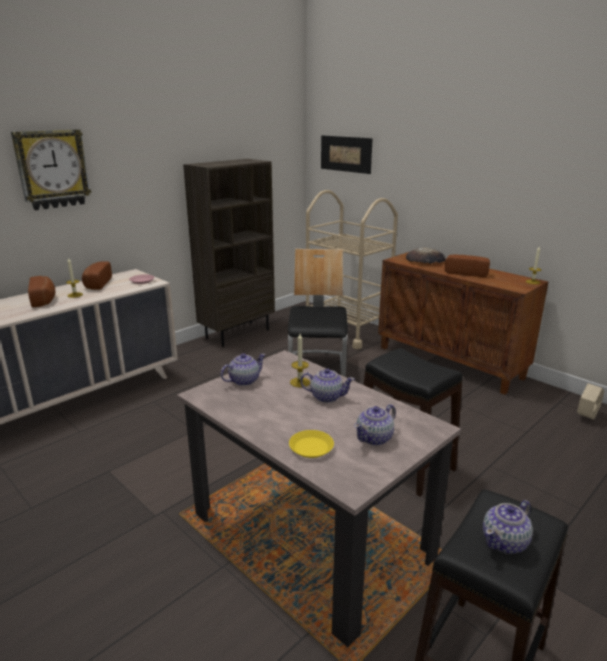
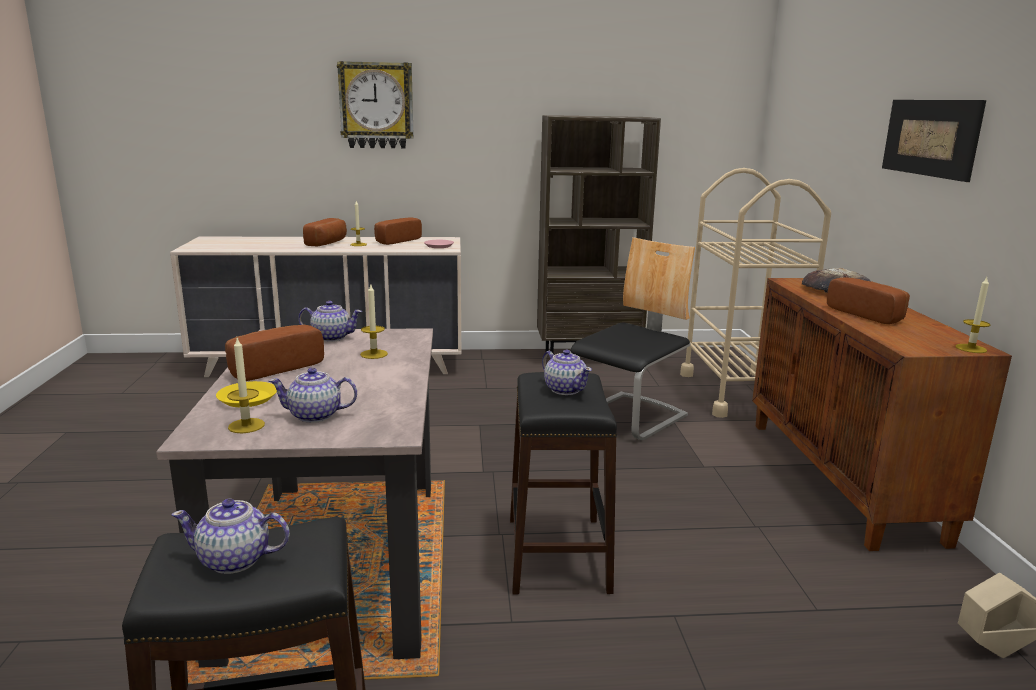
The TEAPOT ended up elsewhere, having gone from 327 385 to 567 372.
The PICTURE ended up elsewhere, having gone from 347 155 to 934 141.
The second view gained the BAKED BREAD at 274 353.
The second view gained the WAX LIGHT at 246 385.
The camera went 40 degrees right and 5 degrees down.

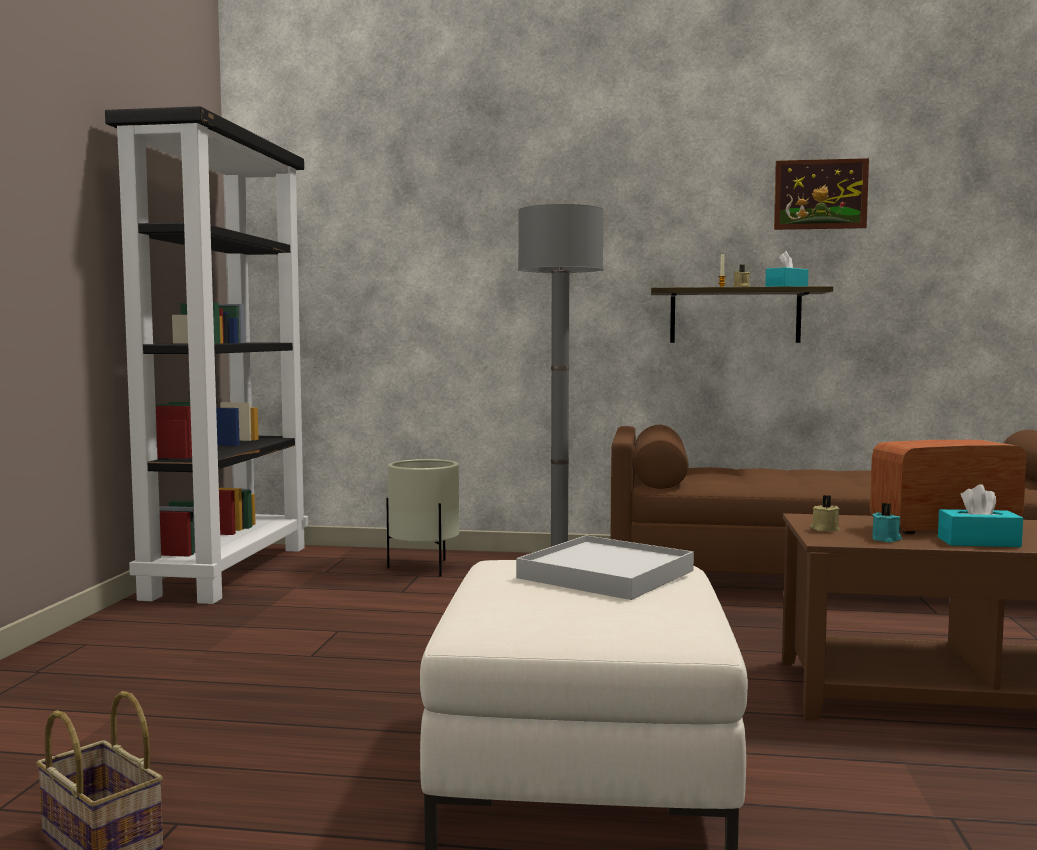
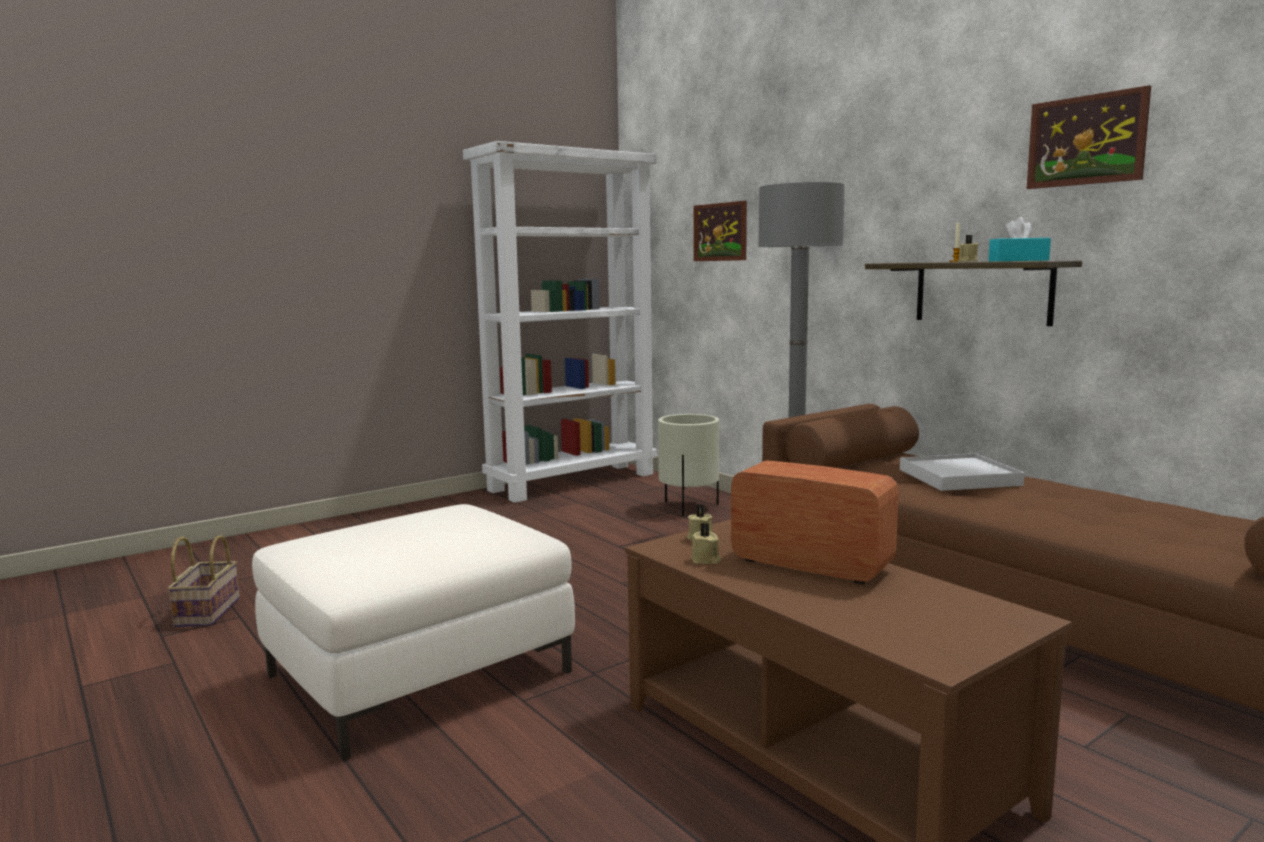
What was the BLACK-COLOURED SHELVING UNIT at 206 355 turned into the WHITISH SHELVING UNIT at 560 322.
The WHITISH TRAY ended up elsewhere, having gone from 605 567 to 962 472.
What was the TURQUOISE-COLOURED WAX LIGHT at 887 523 turned into the SAND-COLOURED WAX LIGHT at 706 543.
The second view lost the TURQUOISE-COLOURED BOX OF TISSUES at 980 515.
The second view gained the PICTURE at 720 231.
The camera went 45 degrees right and 5 degrees up.

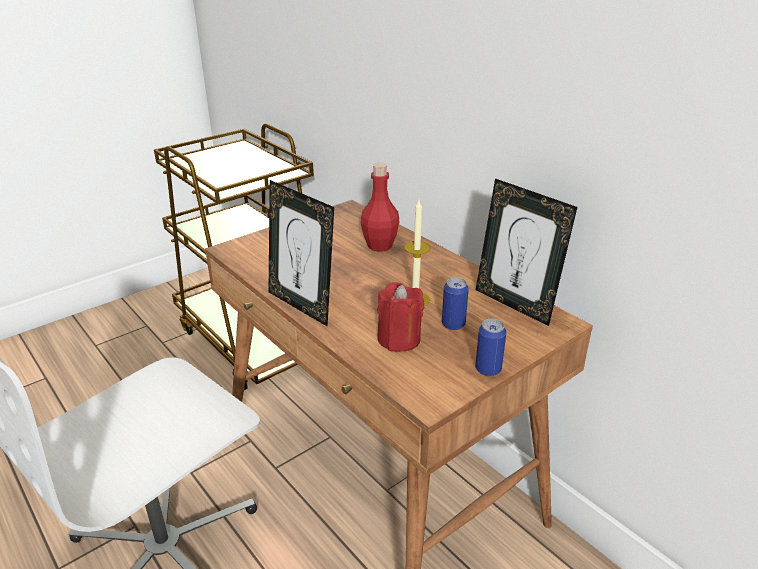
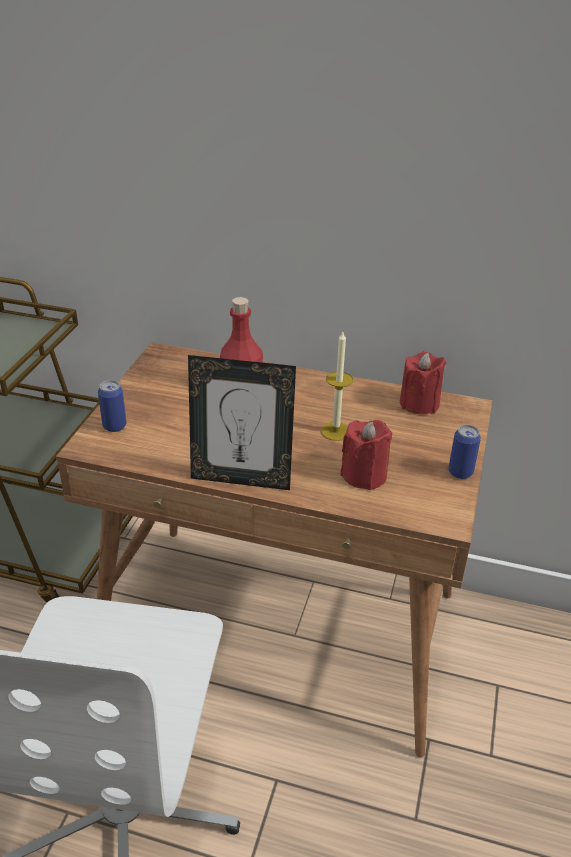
The CAN ended up elsewhere, having gone from 455 303 to 112 406.
Where the PHOTO FRAME stood at 526 252, the REDDISH WAX LIGHT came to stand at 423 383.
The camera went 35 degrees left and 5 degrees up.

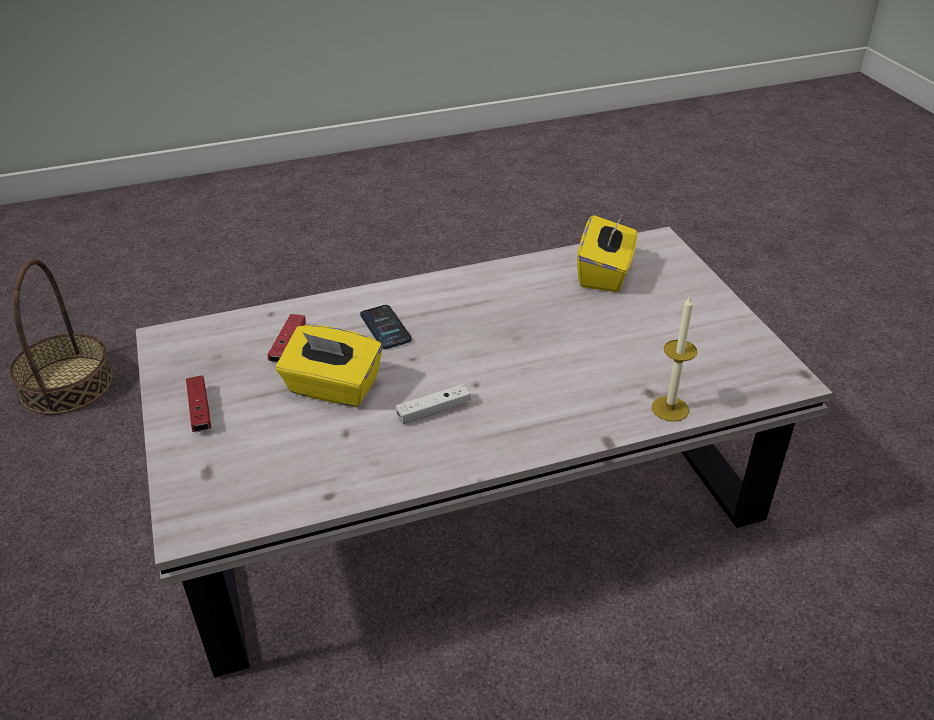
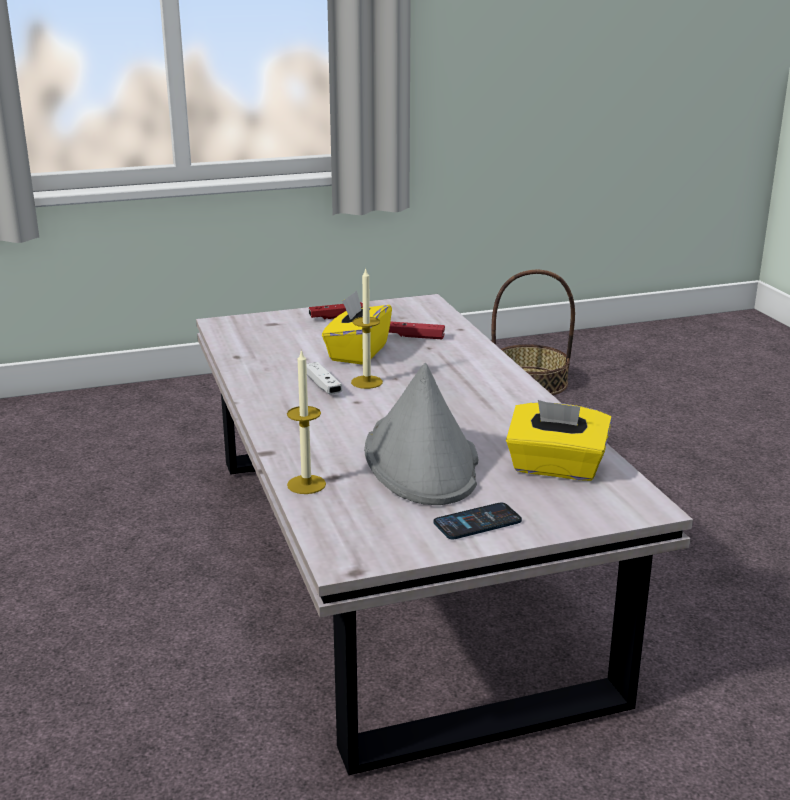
The PHONE ended up elsewhere, having gone from 386 327 to 478 520.
The second view gained the WAX LIGHT at 367 328.
The second view gained the GRAY HAT at 421 434.
The camera went 90 degrees right and 15 degrees down.

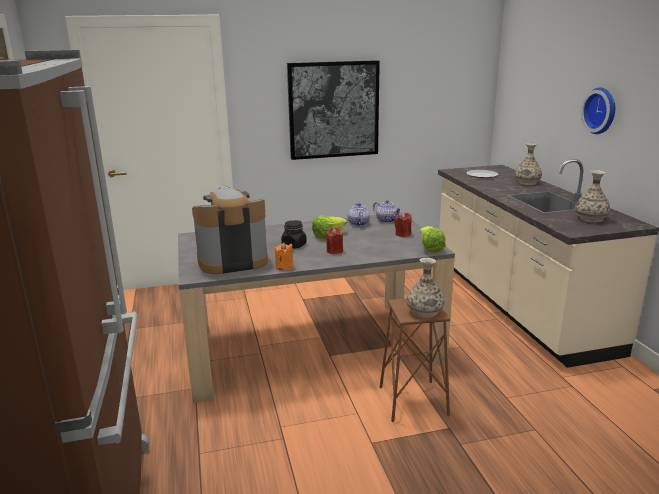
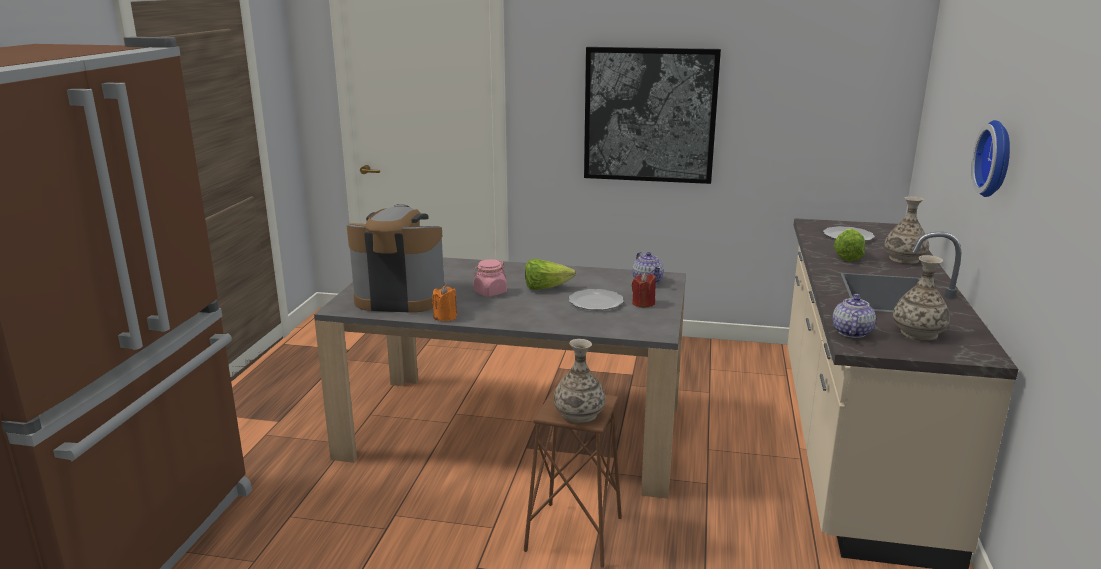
What was the BLACK-COLOURED PRESERVE JAR at 294 234 turned into the PINKISH PRESERVE JAR at 490 278.
The second view lost the REDDISH WAX LIGHT at 334 240.
The TEAPOT ended up elsewhere, having gone from 359 214 to 854 316.
The HEAD OF LETTUCE ended up elsewhere, having gone from 433 239 to 849 245.
The second view gained the FLAT DISH at 596 299.
The camera went 25 degrees right and 0 degrees up.

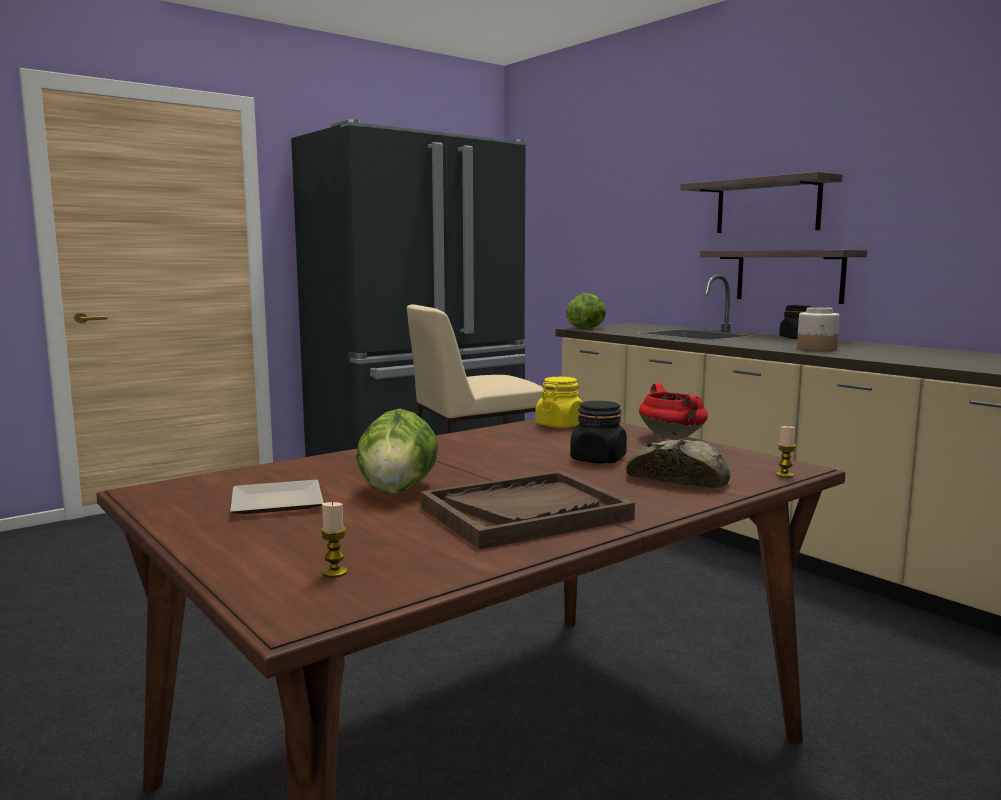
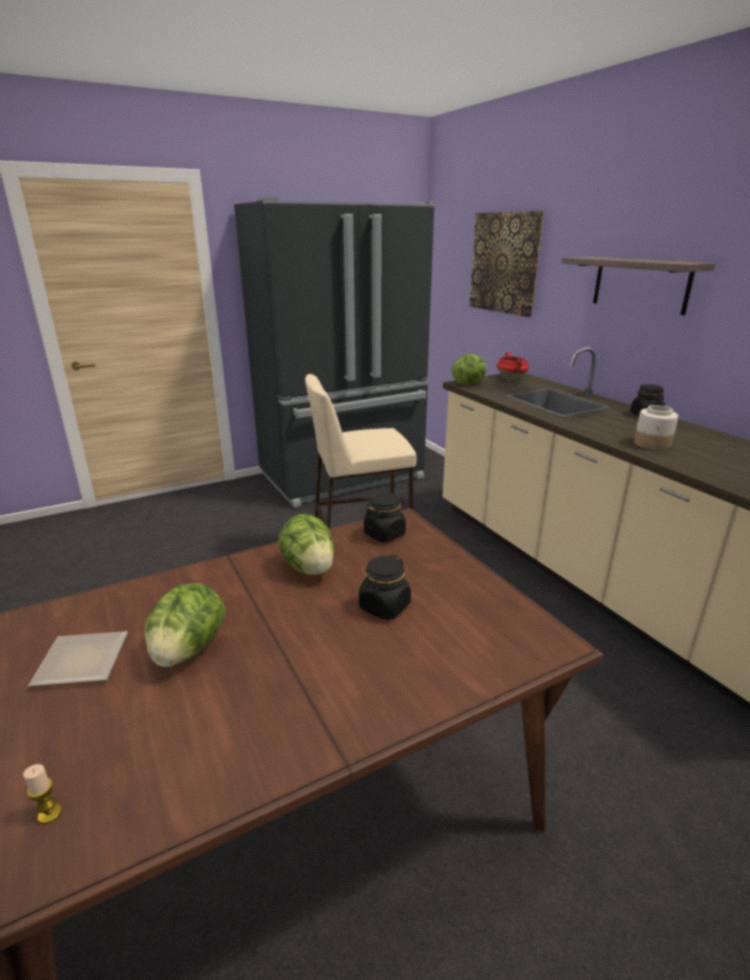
The second view lost the BROWN-COLOURED TRAY at 527 510.
What was the YELLOW-COLOURED PRESERVE JAR at 558 402 turned into the BLACK-COLOURED PRESERVE JAR at 385 517.
The second view lost the BAKED BREAD at 678 464.
The REDDISH COOKING POT ended up elsewhere, having gone from 673 411 to 513 365.
The second view lost the BRACKET SHELF at 783 277.
The second view lost the WAX LIGHT at 786 452.
The second view gained the HEAD OF LETTUCE at 306 544.
The second view gained the PICTURE at 506 264.
The camera went 10 degrees right and 15 degrees up.

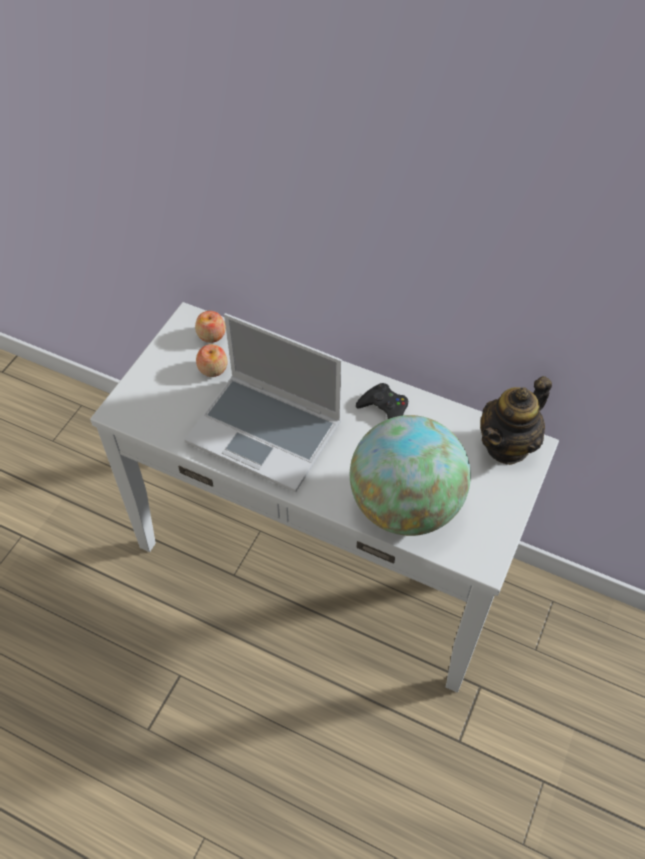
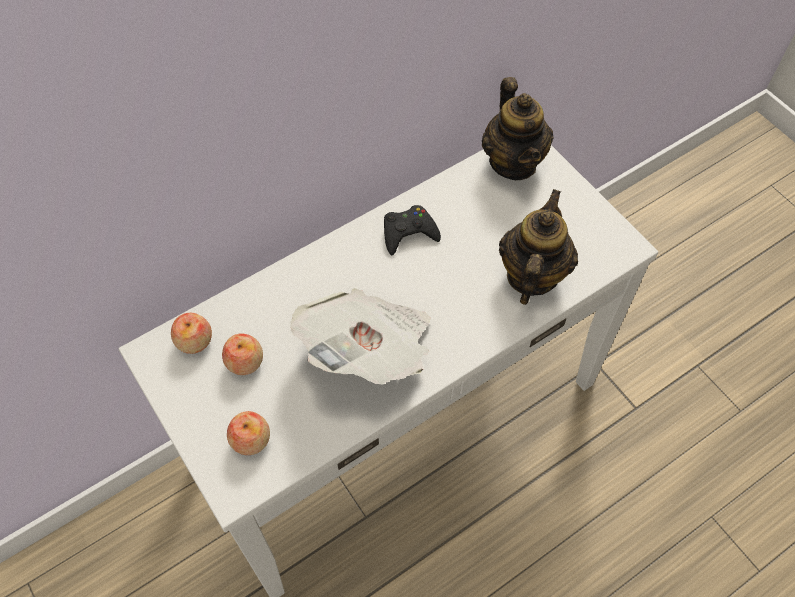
Where the PORTABLE COMPUTER stood at 263 402, the PRINTED PAPER came to stand at 360 336.
Where the WORLD GLOBE stood at 410 475, the TEAPOT came to stand at 538 247.
The second view gained the WHOLE APPLE at 248 433.
The camera went 60 degrees left and 5 degrees up.

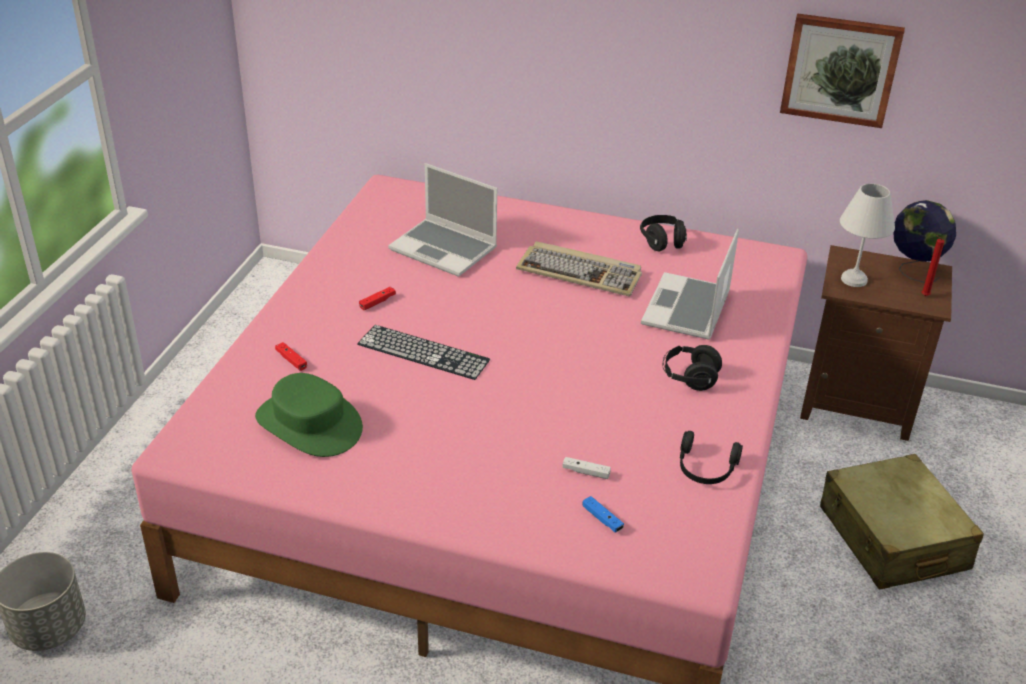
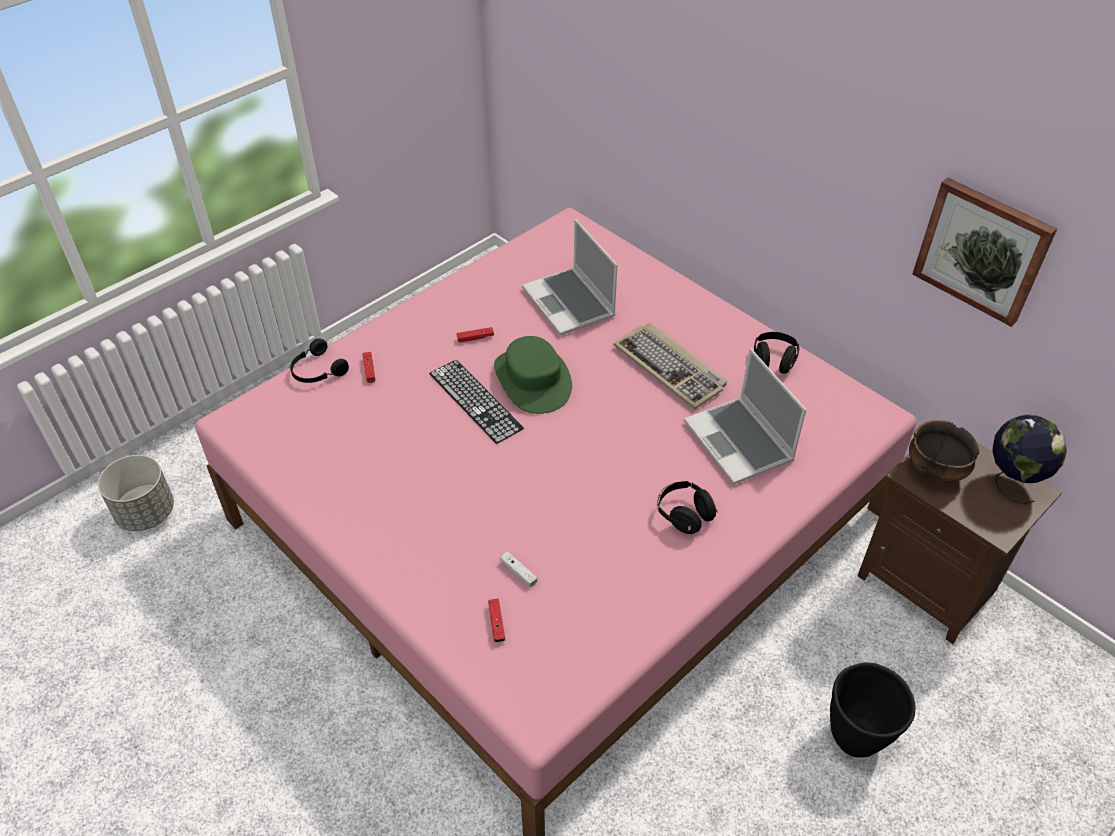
The GREEN-COLOURED HAT ended up elsewhere, having gone from 309 415 to 533 375.
What was the BLUE GAMEPAD at 603 514 turned into the REDDISH GAMEPAD at 496 620.
The PORTABLE COMPUTER at 690 284 ended up facing another way, 75 degrees counterclockwise from before.
The BLACK-COLOURED HEADPHONES ended up elsewhere, having gone from 711 457 to 319 360.
Where the SAND-COLOURED TRAVEL CASE stood at 902 521, the BLACK-COLOURED PLANTER came to stand at 872 710.
Where the WHITISH TABLE LAMP stood at 867 235, the BOWL came to stand at 944 451.
The second view lost the REDDISH WAX LIGHT at 933 266.
The camera went 30 degrees right and 10 degrees up.

